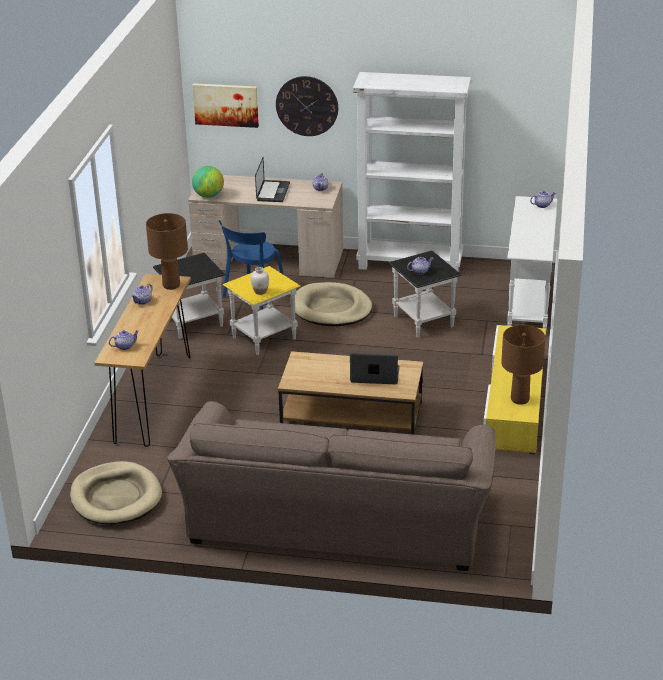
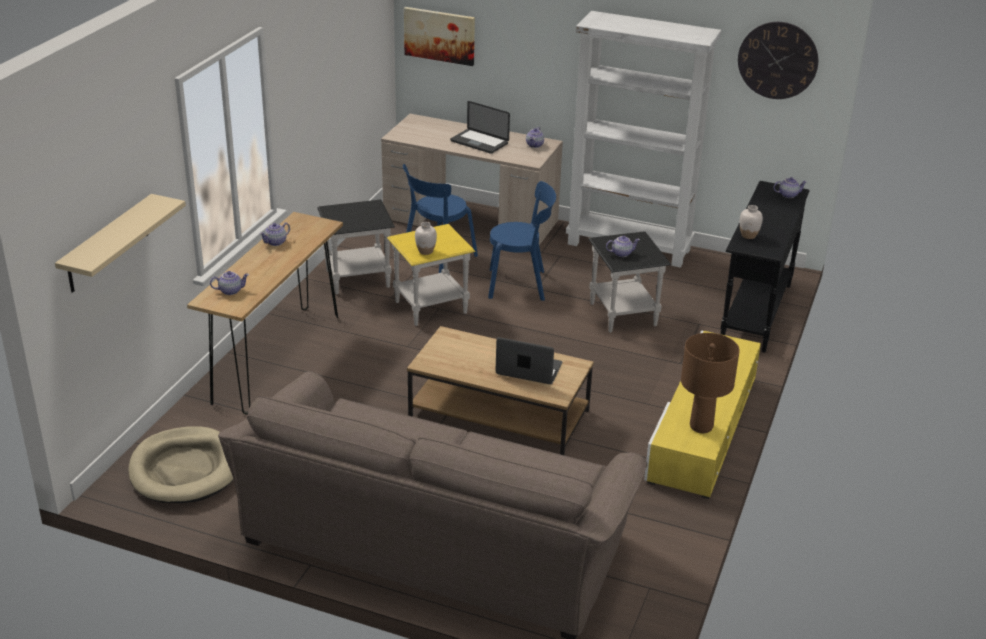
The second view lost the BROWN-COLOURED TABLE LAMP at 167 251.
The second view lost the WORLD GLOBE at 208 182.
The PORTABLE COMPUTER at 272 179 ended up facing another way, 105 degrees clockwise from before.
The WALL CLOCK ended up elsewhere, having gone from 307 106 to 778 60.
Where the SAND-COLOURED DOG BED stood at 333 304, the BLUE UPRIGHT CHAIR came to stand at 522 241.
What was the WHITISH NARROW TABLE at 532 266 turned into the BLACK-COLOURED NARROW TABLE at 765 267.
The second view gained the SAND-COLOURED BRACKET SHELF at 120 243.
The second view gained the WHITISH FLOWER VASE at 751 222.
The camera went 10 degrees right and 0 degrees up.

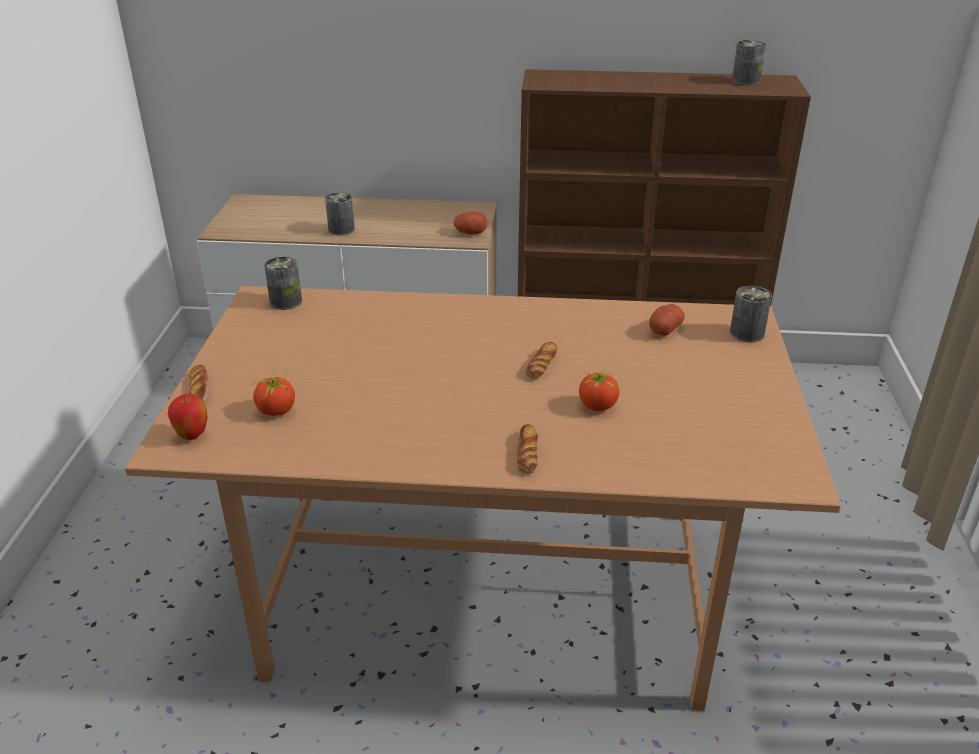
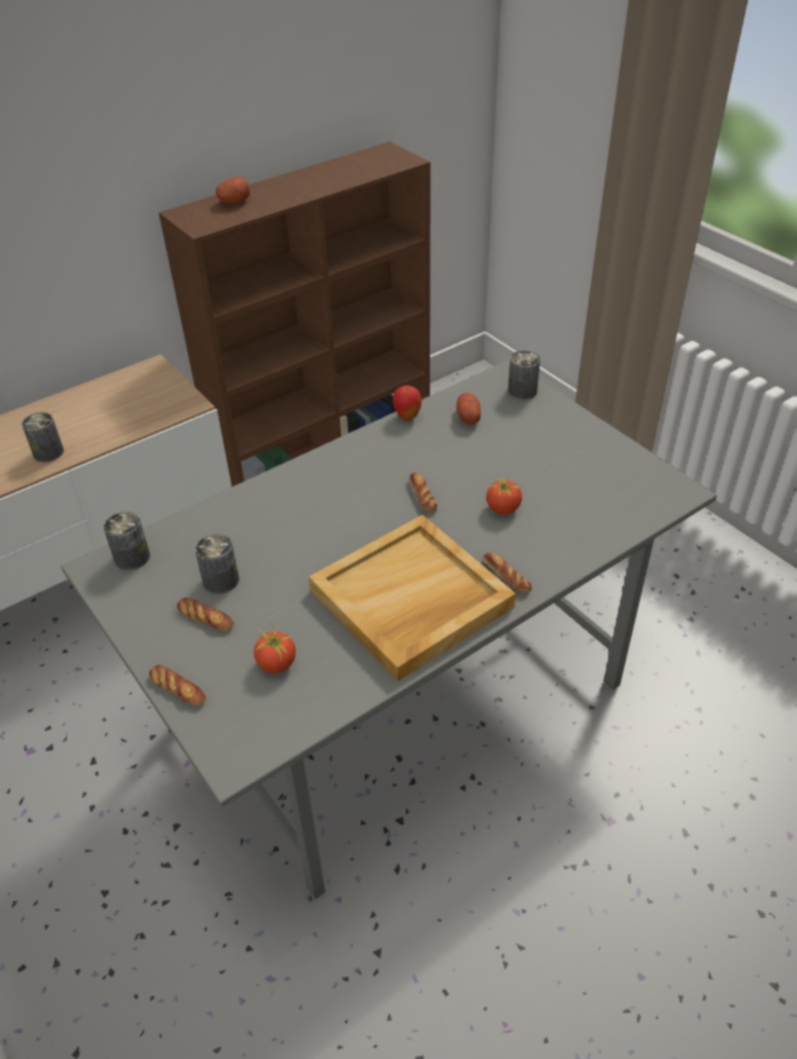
What was the BROWN-COLOURED DINING TABLE at 483 498 turned into the GRAY DINING TABLE at 389 629.
The WHOLE APPLE ended up elsewhere, having gone from 188 417 to 407 402.
The SPUD ended up elsewhere, having gone from 470 223 to 233 190.
The CAN ended up elsewhere, having gone from 749 62 to 217 563.
The second view gained the BAKED BREAD at 205 614.
The second view gained the SAND-COLOURED TRAY at 412 598.
The camera went 40 degrees left and 10 degrees up.

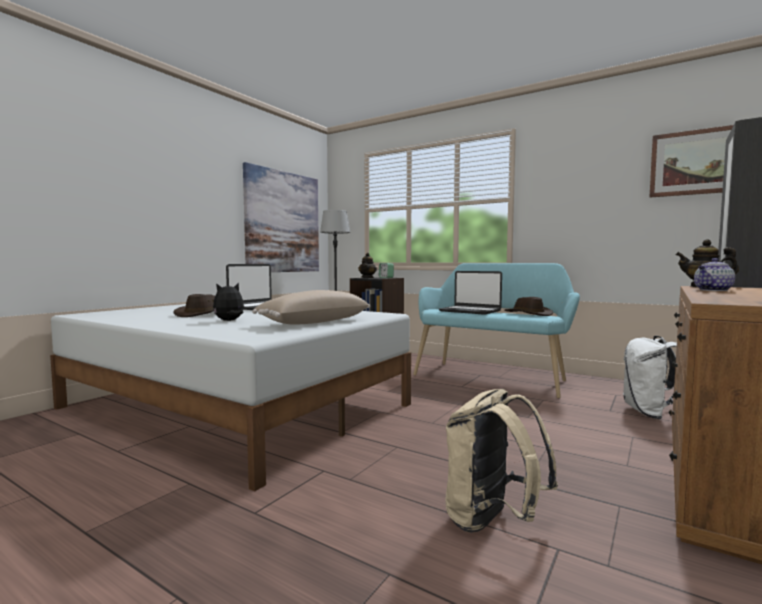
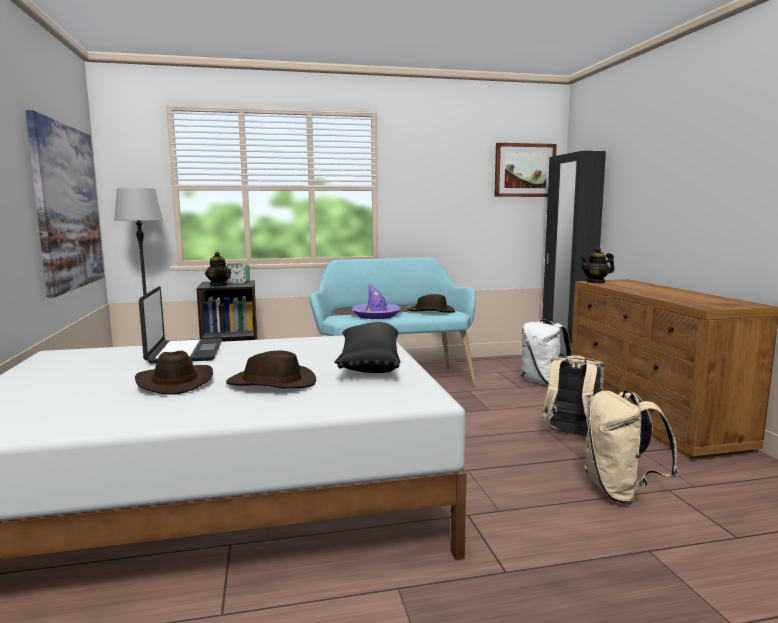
Where the CUDDLY TOY stood at 228 302, the BROWN-COLOURED HAT came to stand at 271 369.
What was the SAND-COLOURED PILLOW at 311 307 turned into the BLACK-COLOURED PILLOW at 367 347.
Where the PORTABLE COMPUTER stood at 470 293, the PURPLE HAT came to stand at 376 301.
The second view lost the TEAPOT at 714 274.
The second view gained the SAND-COLOURED KNAPSACK at 573 396.
The camera went 45 degrees left and 5 degrees up.

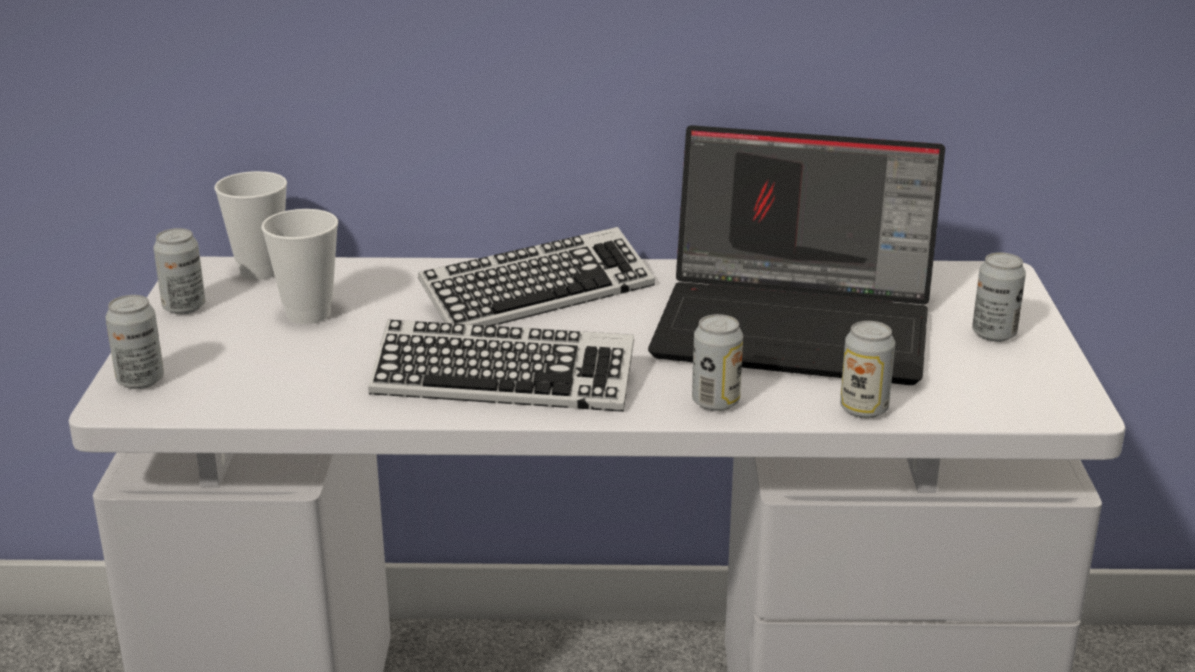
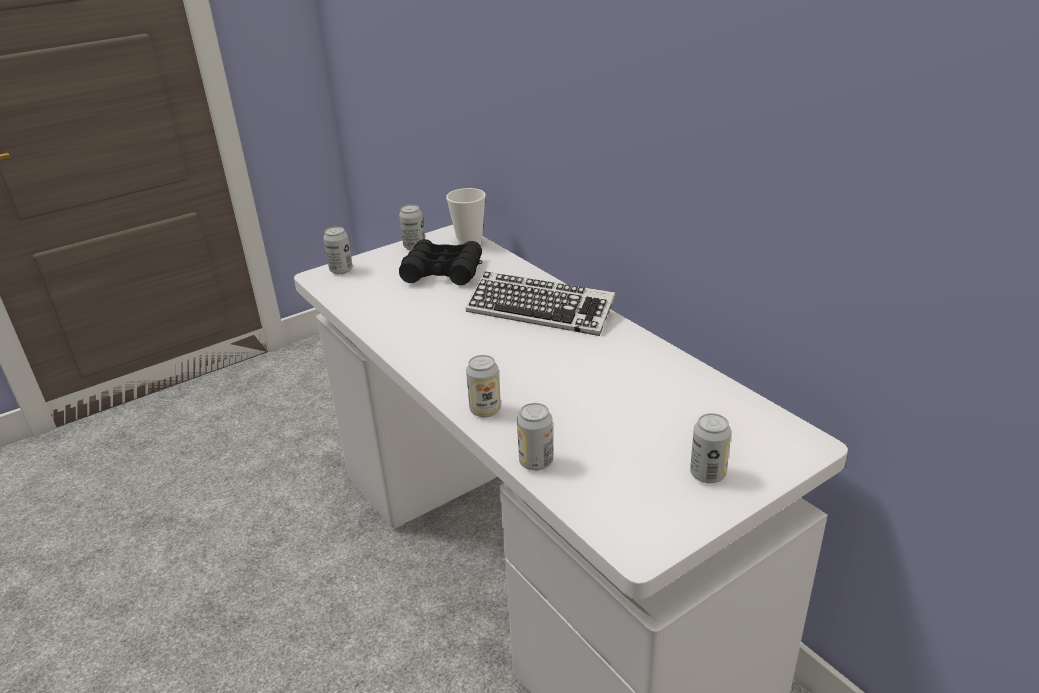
Where the SMALL CUP stood at 299 266, the BLACK-COLOURED FIELD GLASSES came to stand at 441 262.
The second view lost the COMPUTER KEYBOARD at 501 366.
The second view lost the PORTABLE COMPUTER at 796 255.
The camera went 55 degrees right and 5 degrees up.

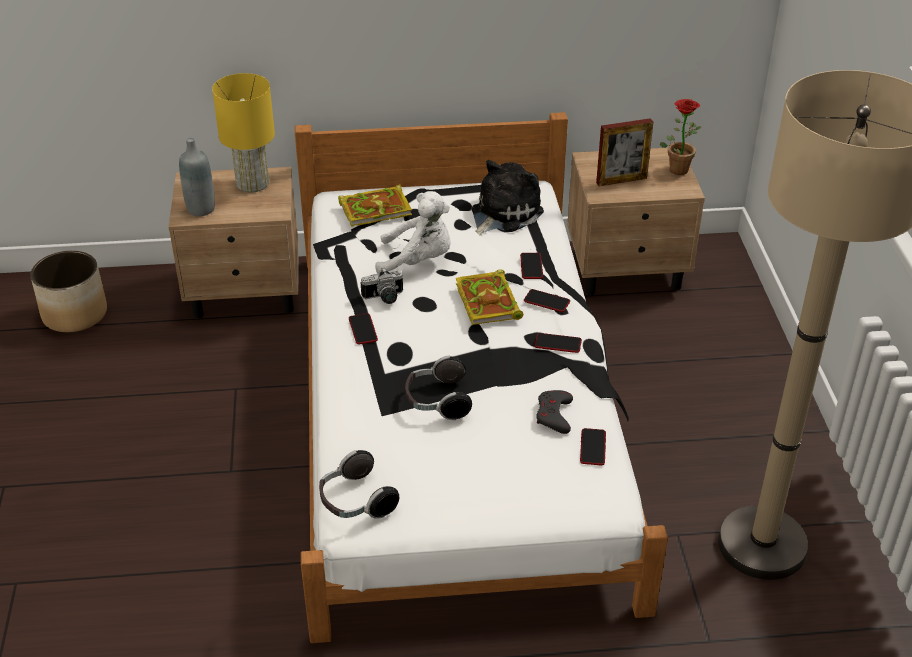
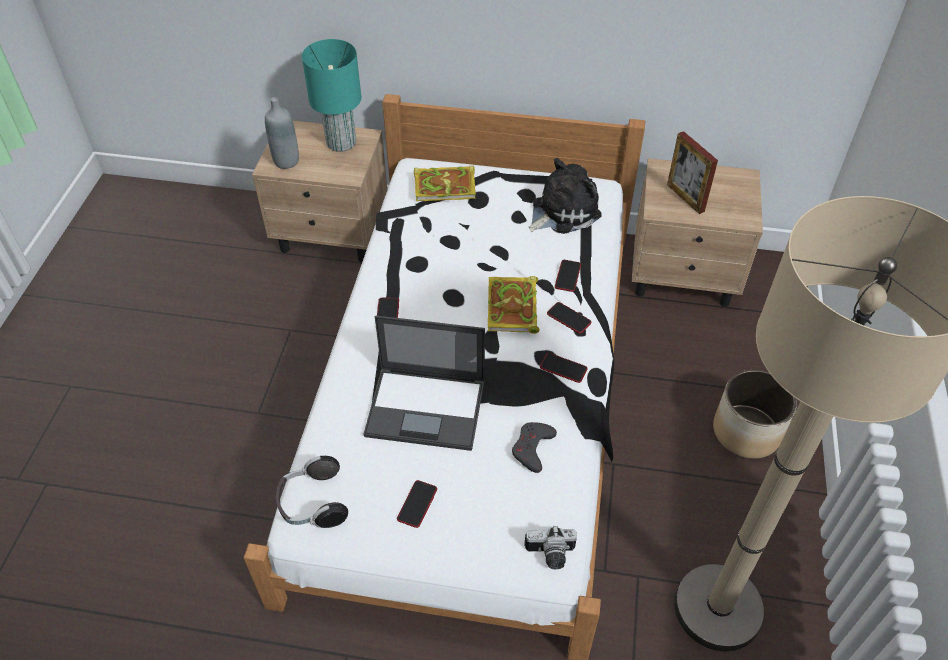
The PLANTER ended up elsewhere, having gone from 68 291 to 755 413.
What was the YELLOW-COLOURED TABLE LAMP at 243 132 turned into the TURQUOISE-COLOURED TABLE LAMP at 331 95.
The PHOTO CAMERA ended up elsewhere, having gone from 382 286 to 551 547.
The second view lost the WHITISH CUDDLY TOY at 413 232.
Where the HEADPHONES stood at 438 387, the PORTABLE COMPUTER came to stand at 424 383.
The PHONE ended up elsewhere, having gone from 593 446 to 417 504.
The PHOTO FRAME at 624 152 ended up facing another way, 60 degrees clockwise from before.
The second view lost the POTTED PLANT at 680 137.
The camera went 15 degrees right and 10 degrees up.

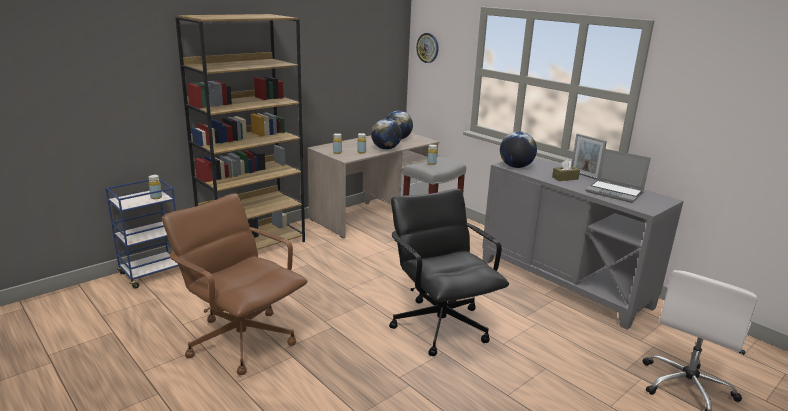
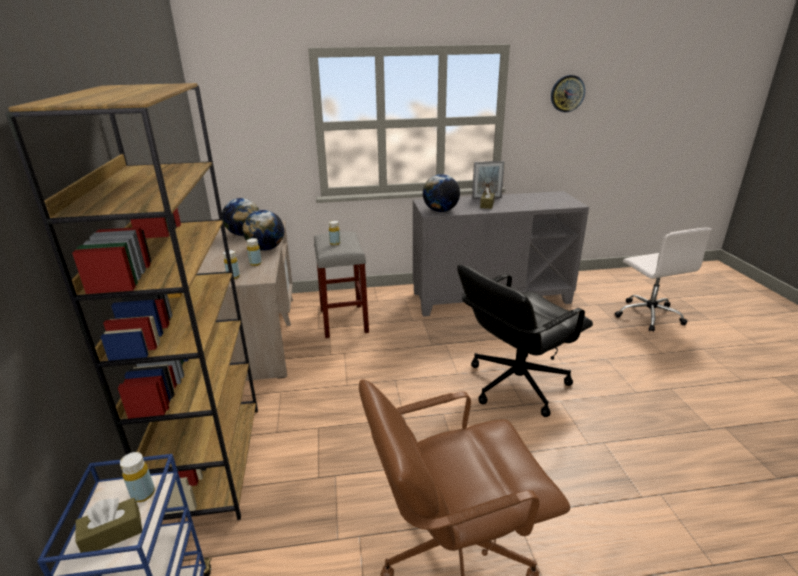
The BLACK-COLOURED COMPUTER CHAIR at 449 272 ended up facing another way, 45 degrees counterclockwise from before.
The WALL CLOCK ended up elsewhere, having gone from 427 48 to 568 93.
The second view lost the PORTABLE COMPUTER at 618 175.
The second view gained the BROWN-COLOURED BOX OF TISSUES at 108 525.
The camera went 55 degrees left and 5 degrees up.

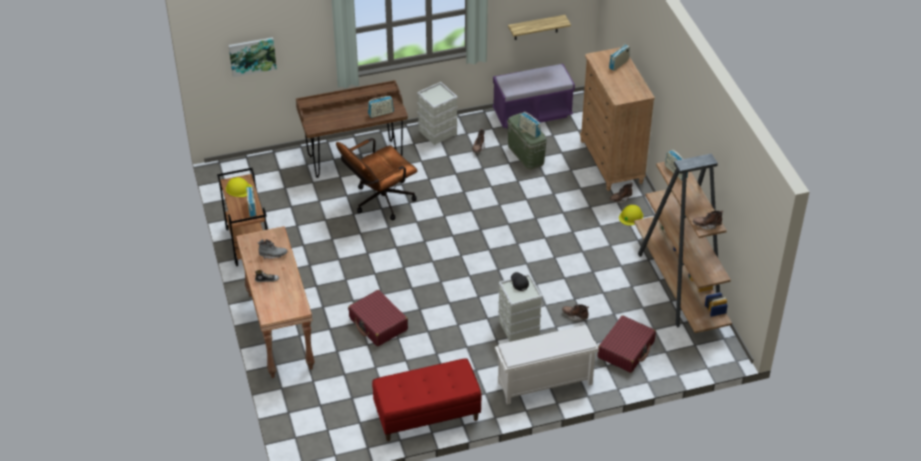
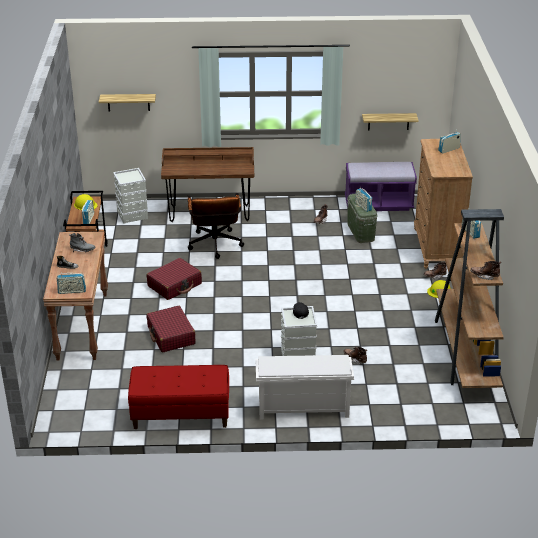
Where the PICTURE hung at 252 57, the BRACKET SHELF came to hang at 127 102.
The BROWN-COLOURED COMPUTER CHAIR at 376 179 ended up facing another way, 75 degrees counterclockwise from before.
The RADIO ended up elsewhere, having gone from 381 107 to 71 283.
The GRAY STORAGE BIN ended up elsewhere, having gone from 437 113 to 130 196.
The REDDISH TRAVEL CASE ended up elsewhere, having gone from 627 344 to 174 279.
The camera went 15 degrees right and 10 degrees down.

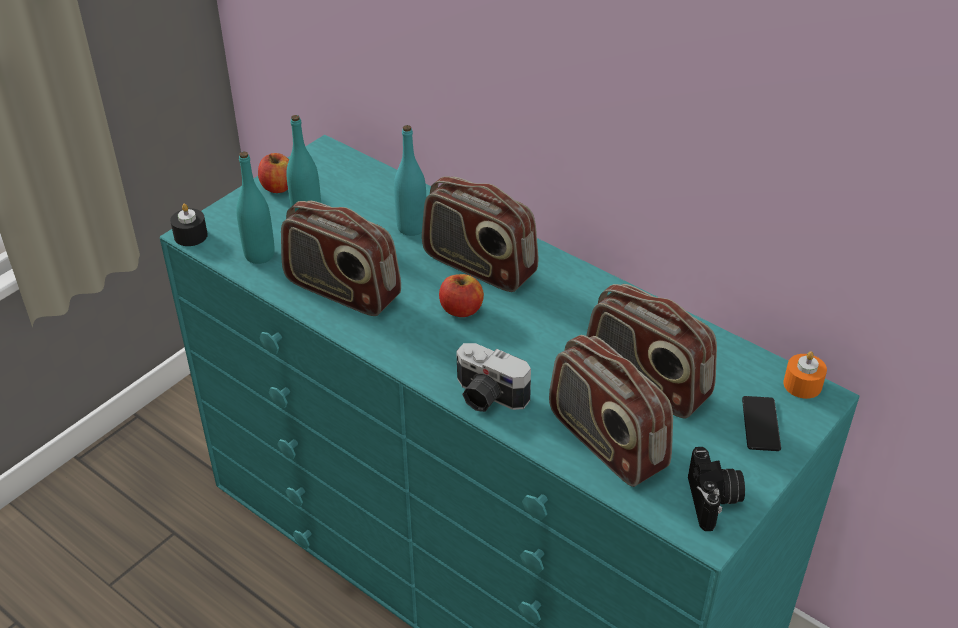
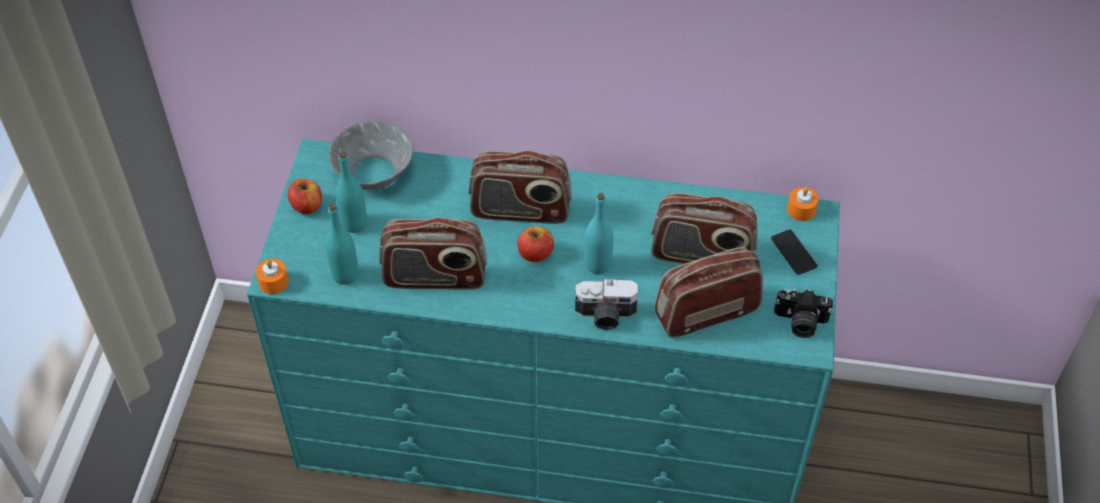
What was the BLACK-COLOURED WAX LIGHT at 189 225 turned into the ORANGE-COLOURED WAX LIGHT at 272 276.
The TURQUOISE-COLOURED DRINK BOTTLE ended up elsewhere, having gone from 410 180 to 598 233.
The RADIO at 611 411 ended up facing another way, 135 degrees clockwise from before.
The PHOTO CAMERA at 716 489 ended up facing another way, 135 degrees clockwise from before.
The second view gained the GRAY BOWL at 370 155.
The camera went 30 degrees left and 10 degrees up.

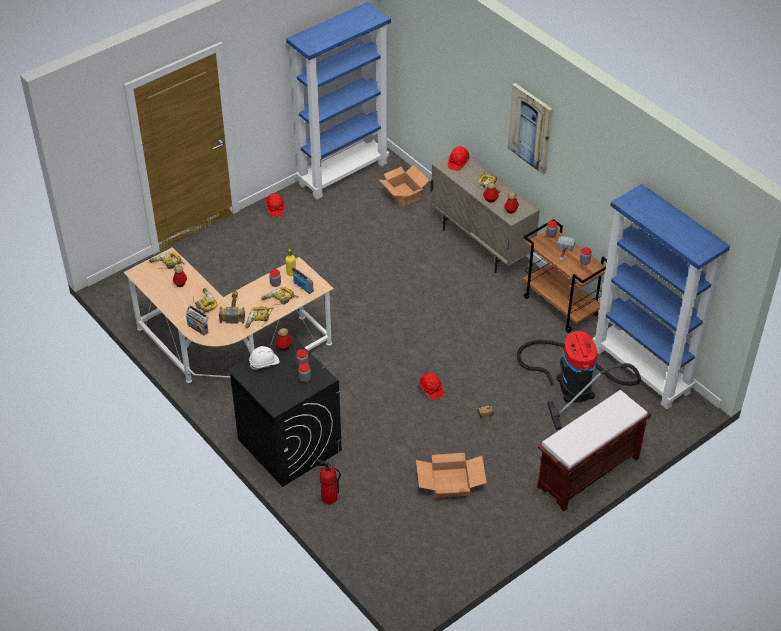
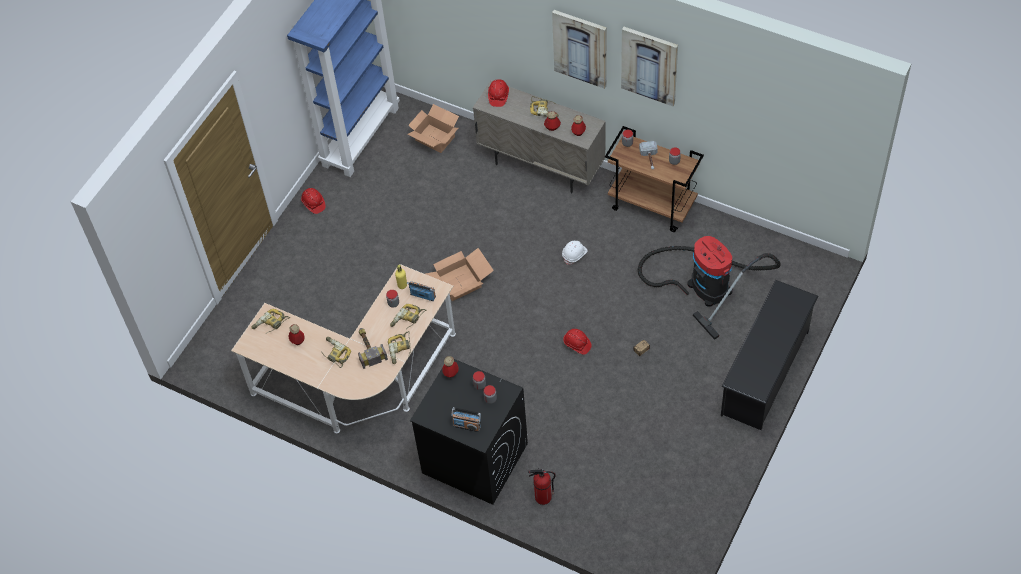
The RADIO ended up elsewhere, having gone from 197 320 to 466 419.
The WHITISH HARD HAT ended up elsewhere, having gone from 264 358 to 575 252.
The CARDBOARD BOX ended up elsewhere, having gone from 451 475 to 460 274.
Where the BROWN-COLOURED BENCH stood at 594 451, the BLACK-COLOURED SHOE SHELF came to stand at 769 355.
The second view lost the BLUE SHELVING UNIT at 661 296.
The second view gained the PICTURE at 649 66.
The camera went 20 degrees left and 10 degrees up.

